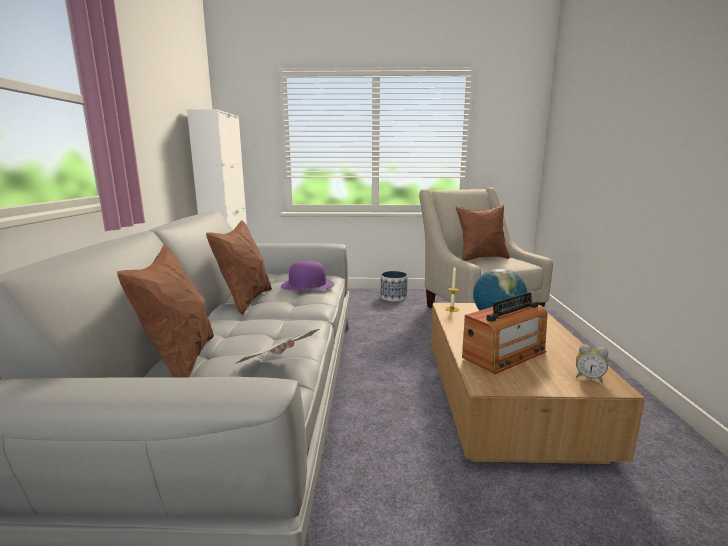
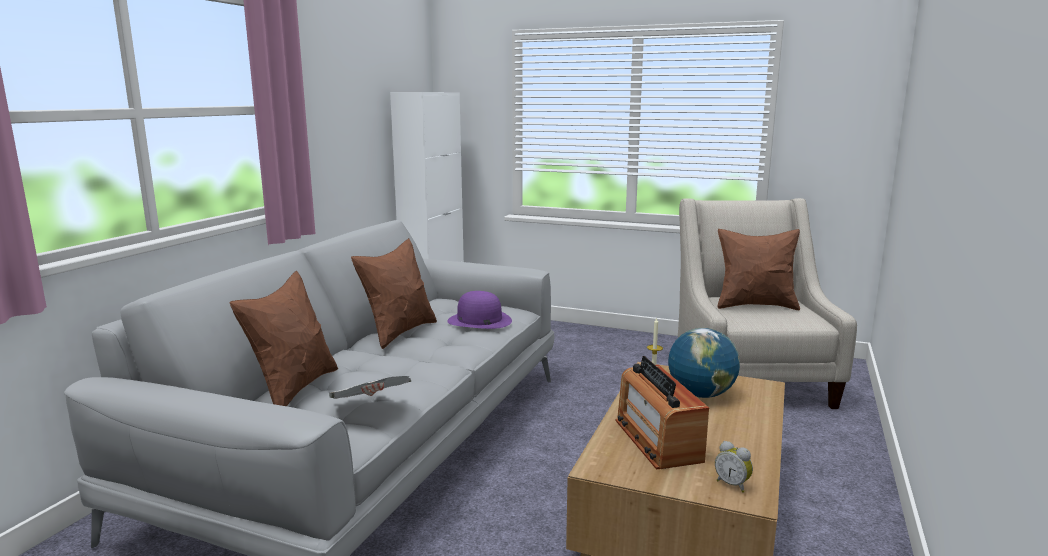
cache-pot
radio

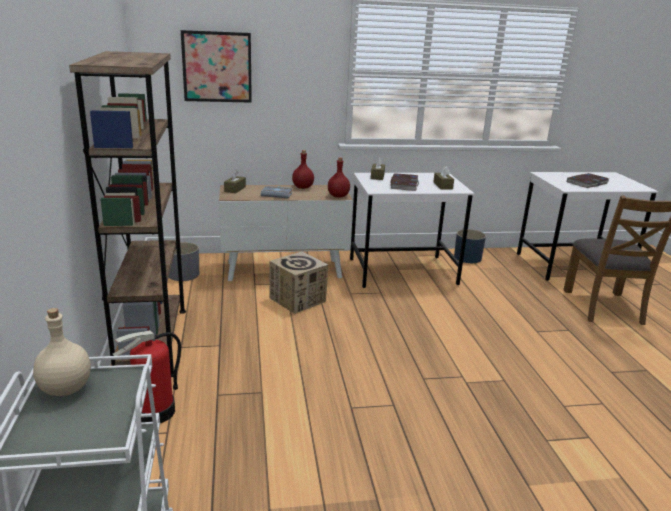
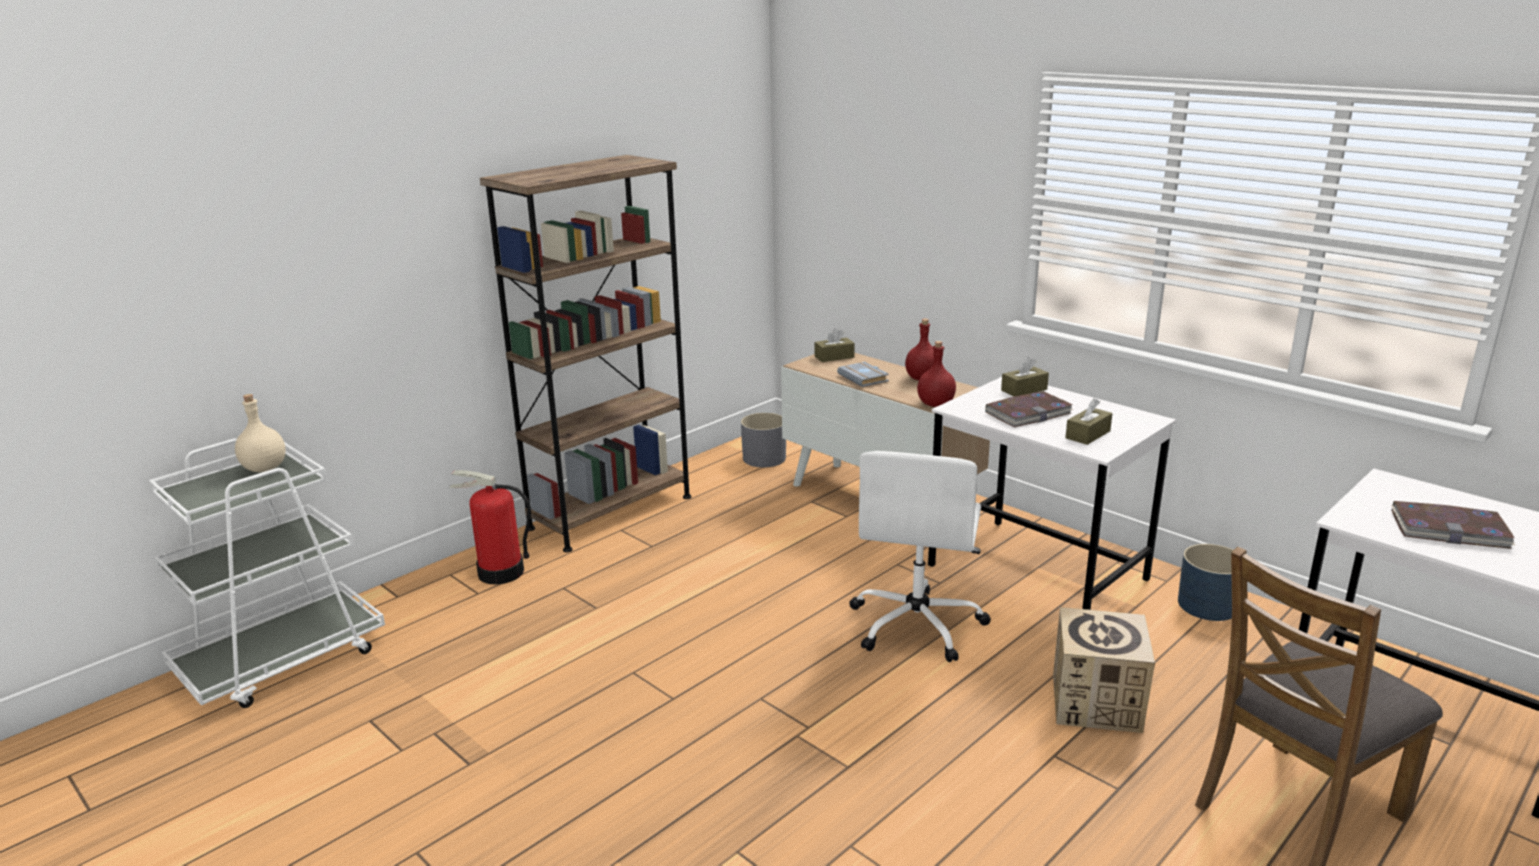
tableau
chaise de bureau/blanc
carton

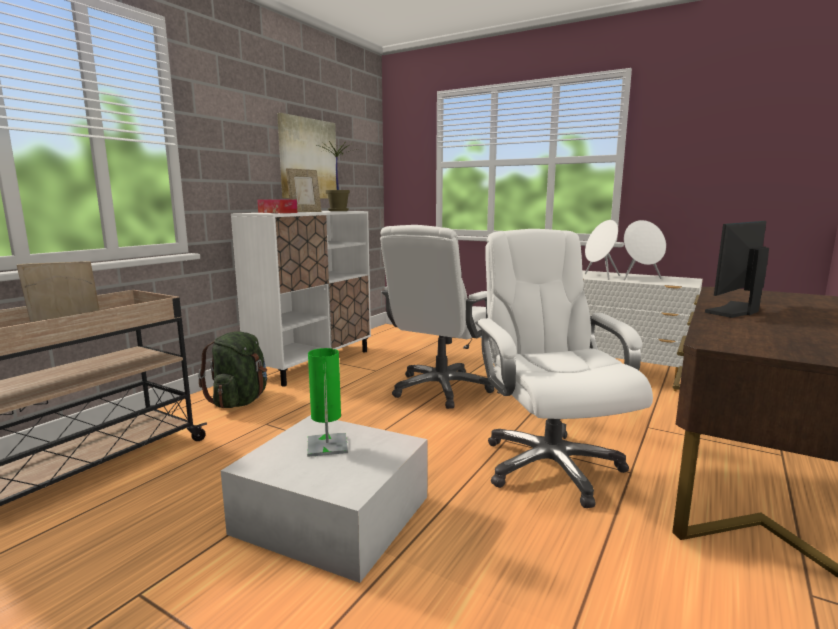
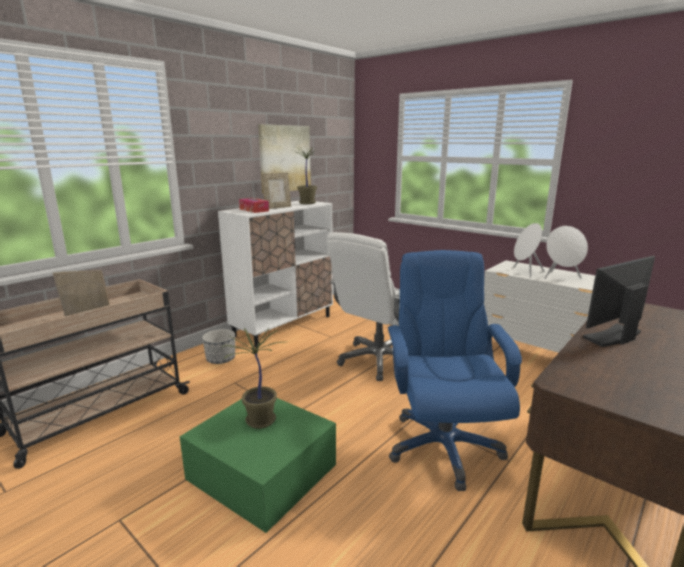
cache-pot
plante en pot (1st from left)
boîte de rangement/vert
chaise de bureau/bleu

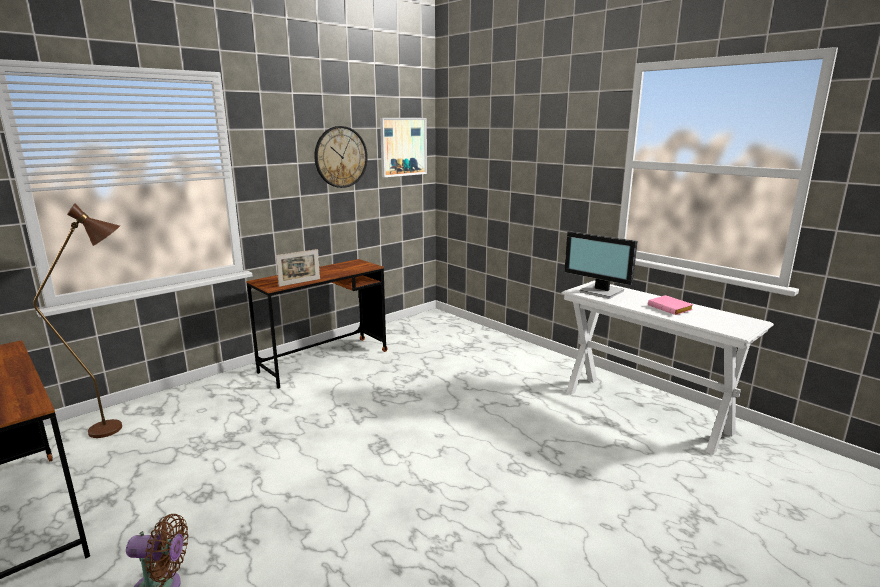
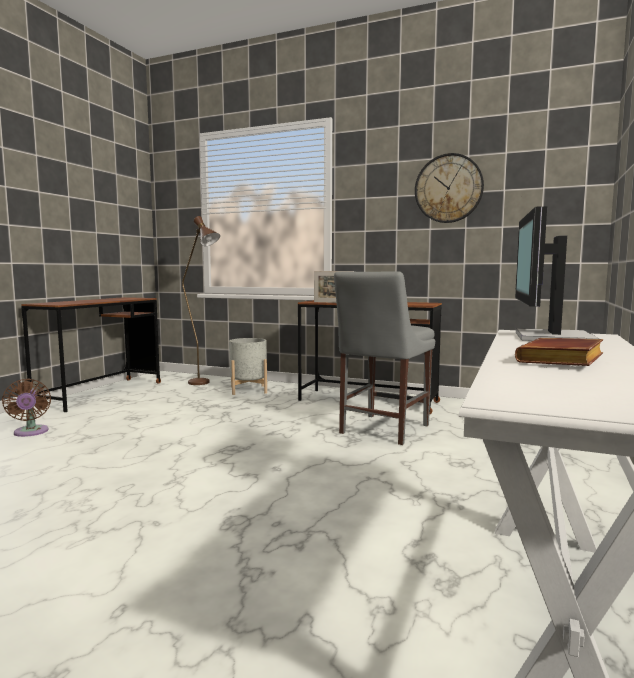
tableau
cache-pot/gris
chaise/gris
livre/marron

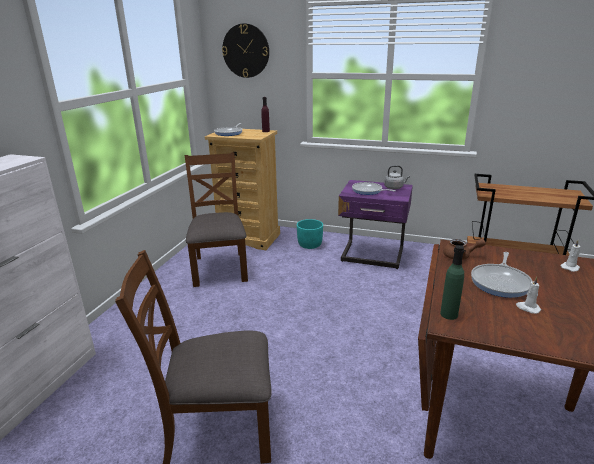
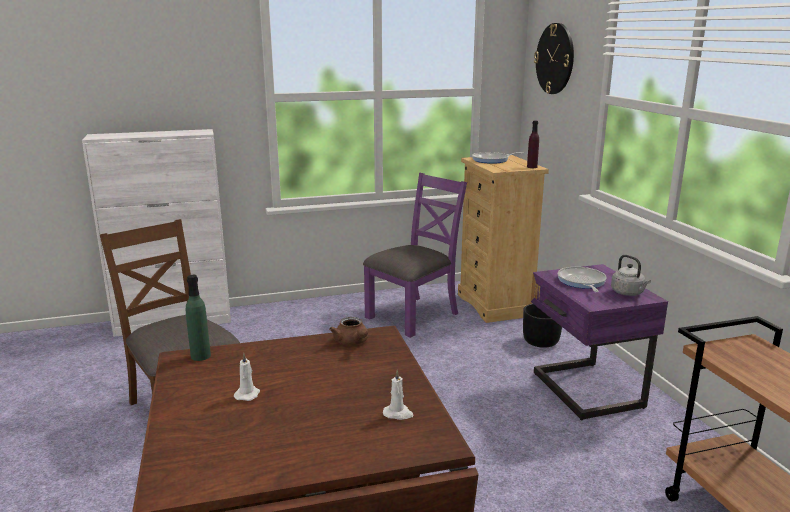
poêle (3rd from left in the first image)
chaise/violet
cache-pot/noir

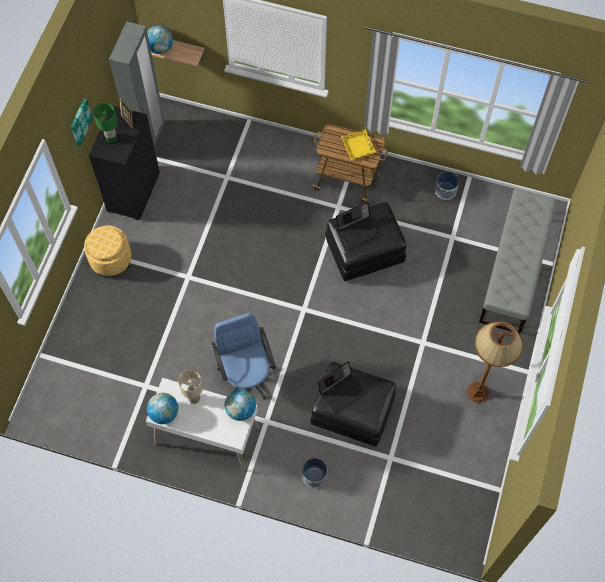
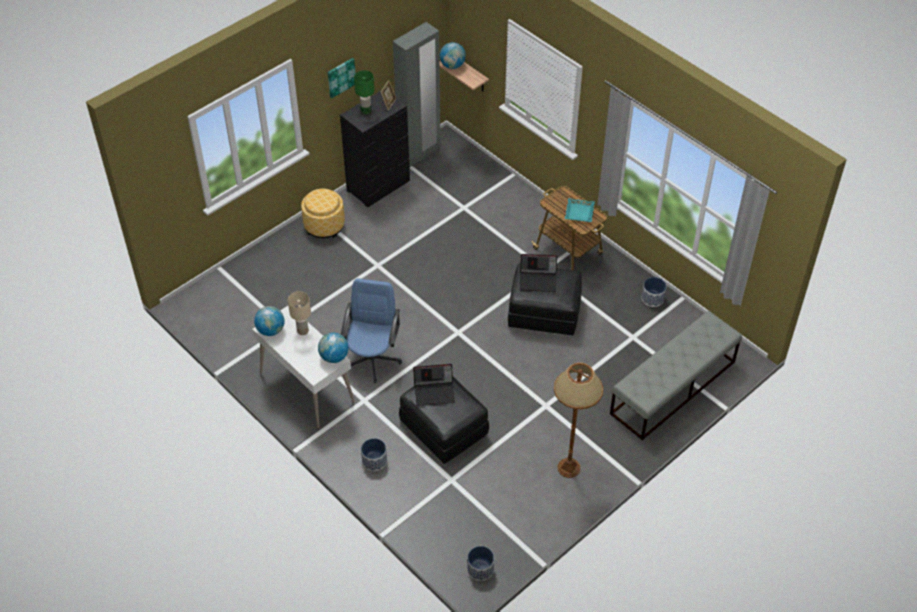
cache-pot (2nd from left)
plateau/turquoise

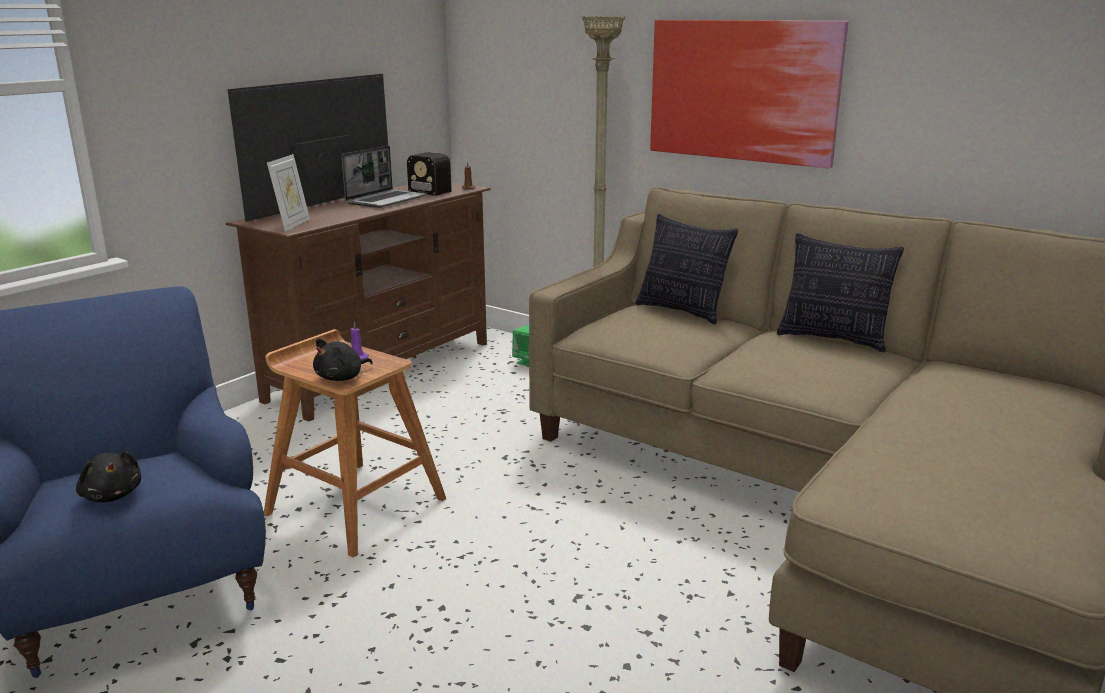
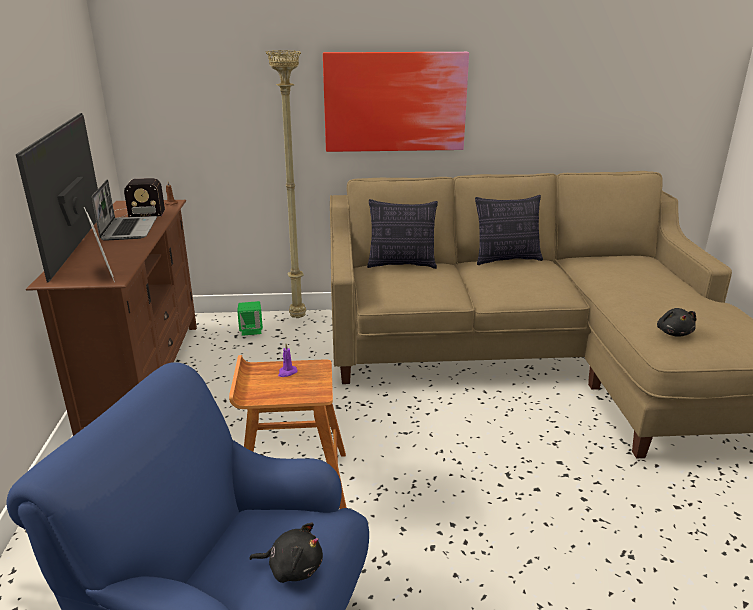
peluche/noir (2nd from left)

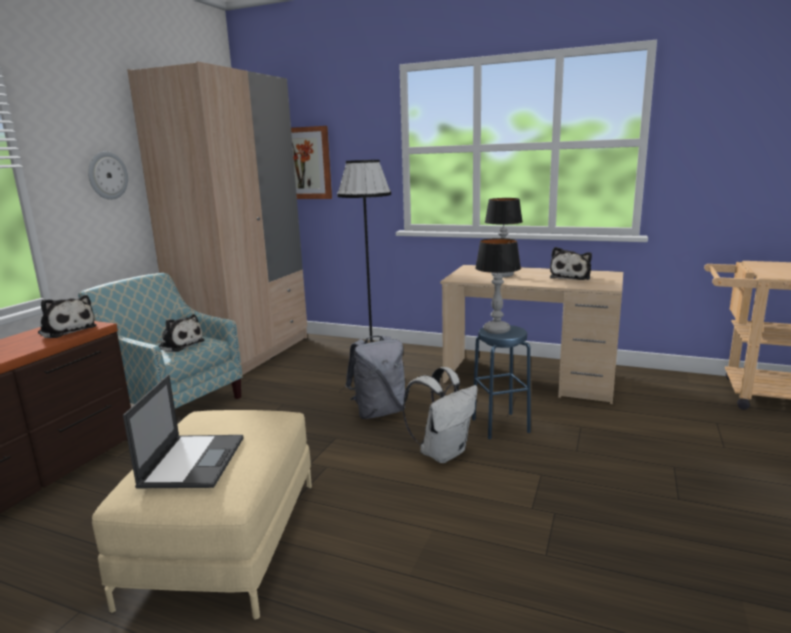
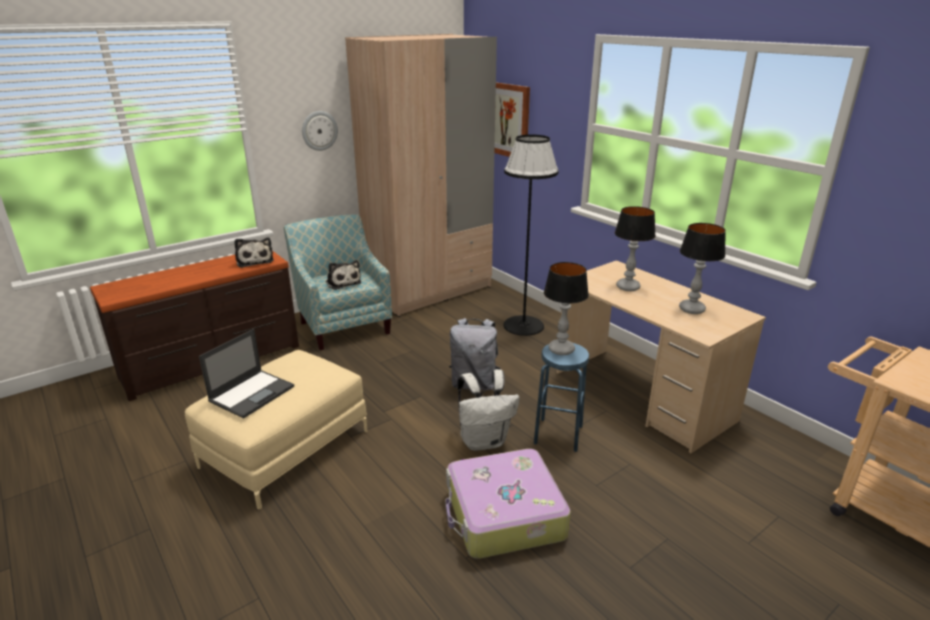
valise
lampe de table (3rd from left)

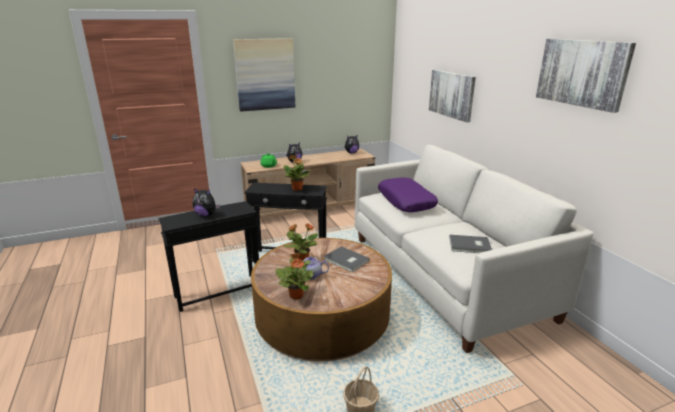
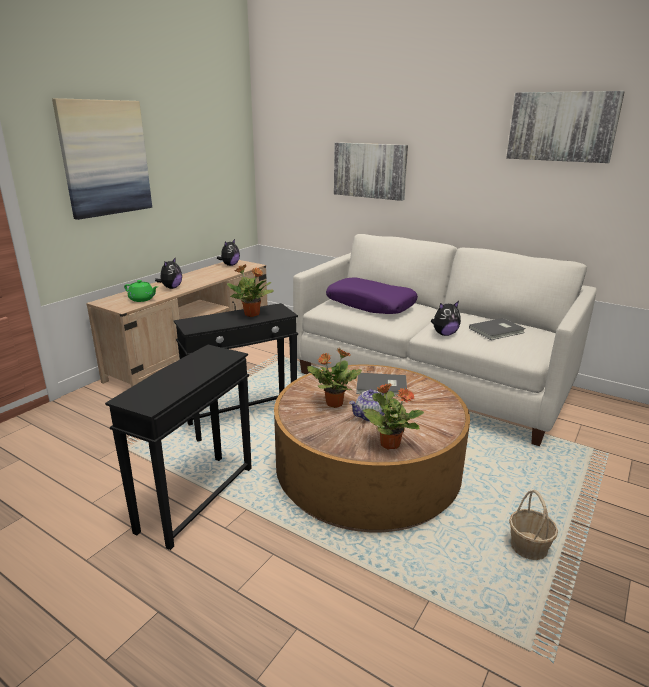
peluche (3rd from left)

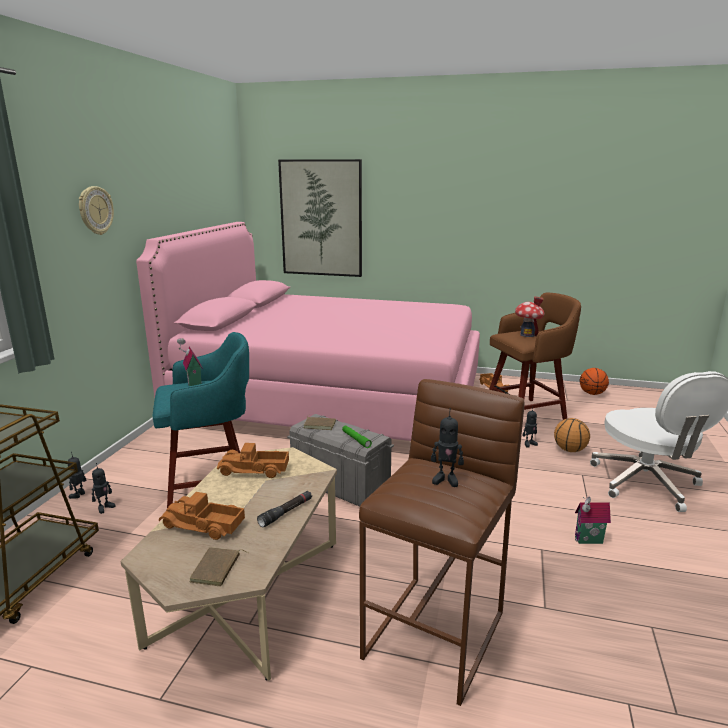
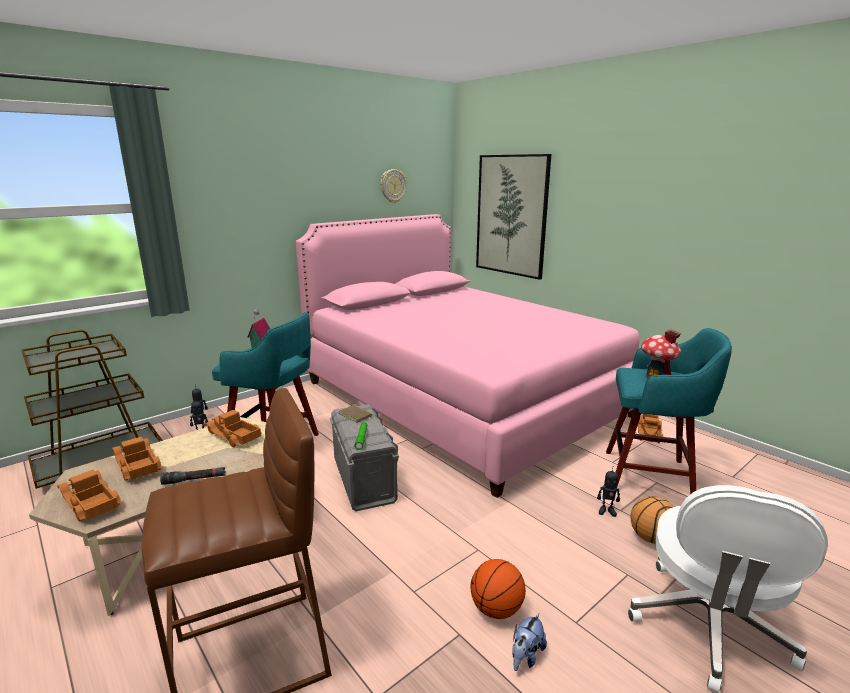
robot jouet (3rd from left in the first image)
horloge murale
ballon de basket (1st from left)
camion jouet (1st from left)
peluche
tabouret/turquoise (2nd from left)

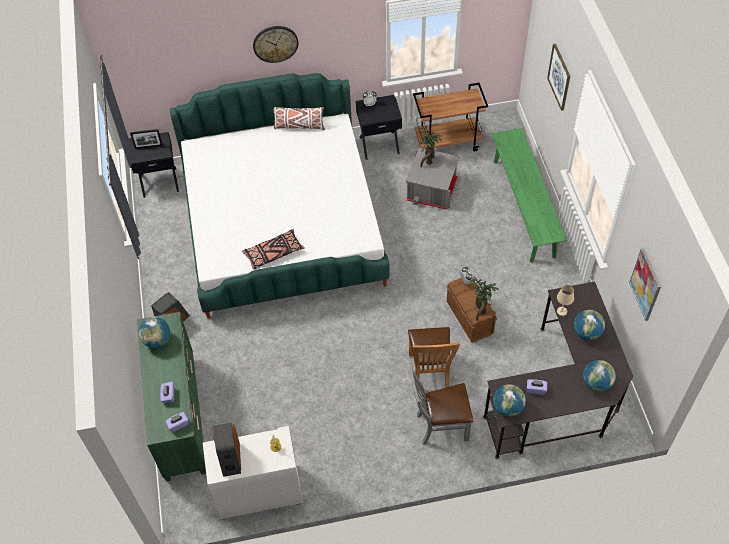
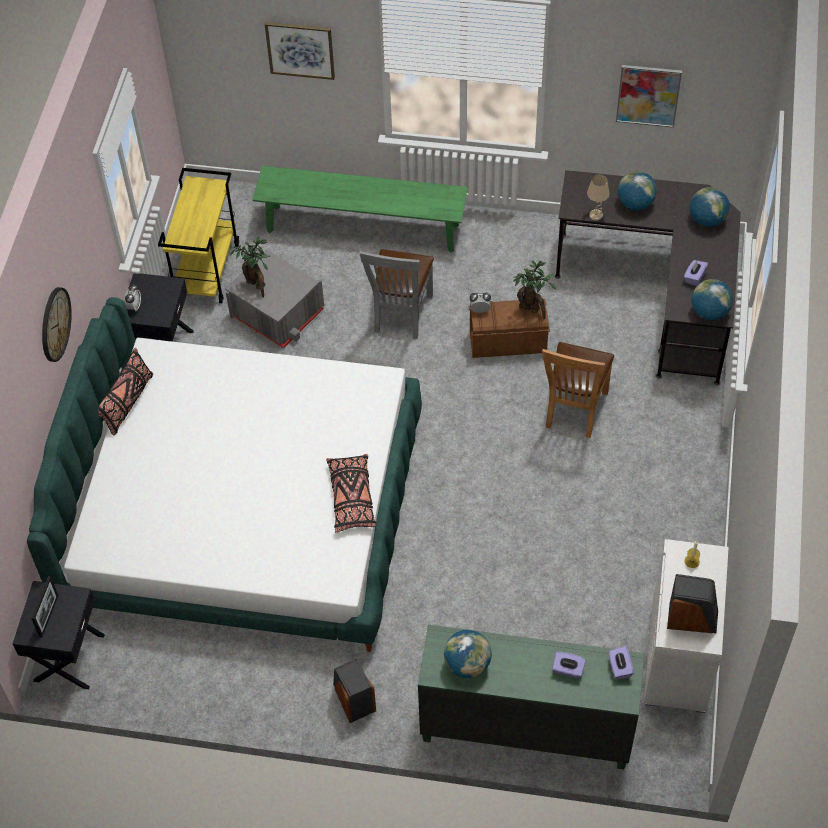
chaise/gris
coussin/noir (1st from left)
chariot/jaune
chaise/marron

